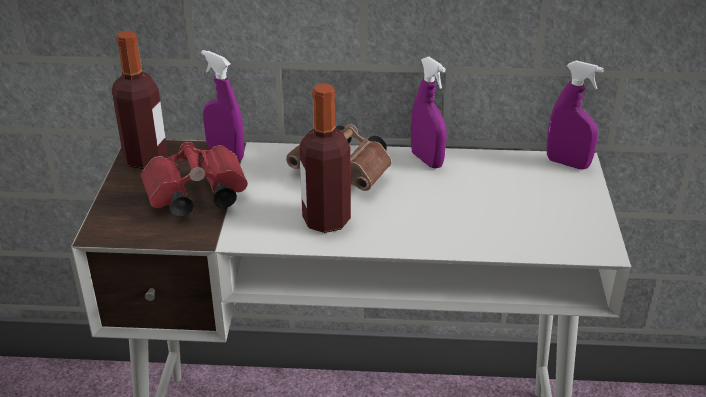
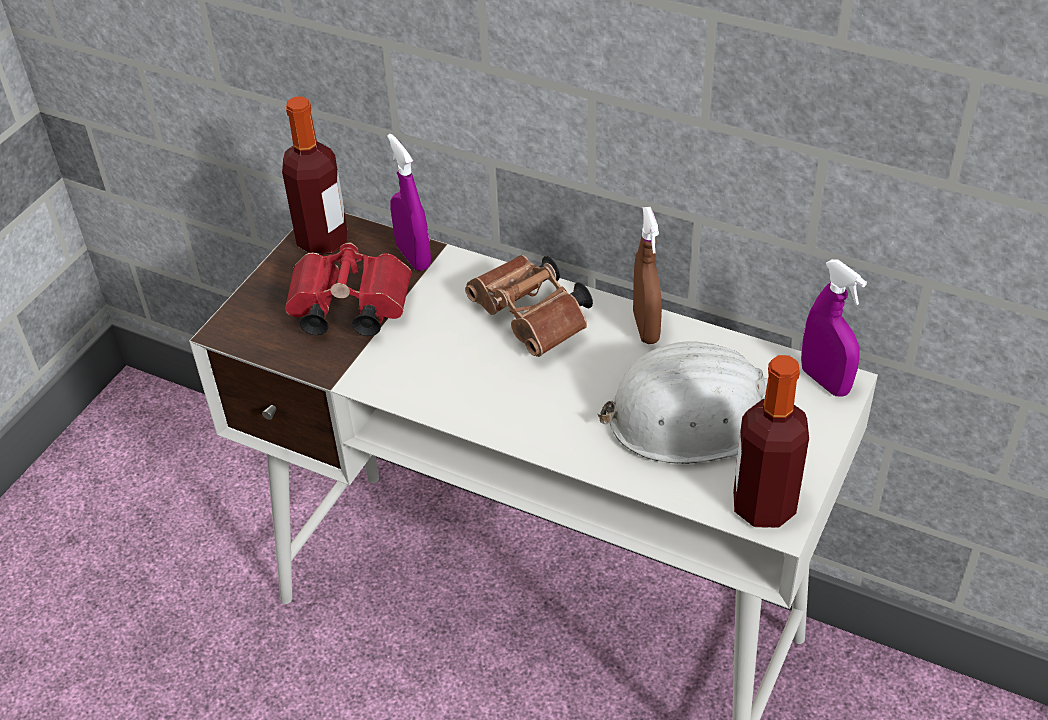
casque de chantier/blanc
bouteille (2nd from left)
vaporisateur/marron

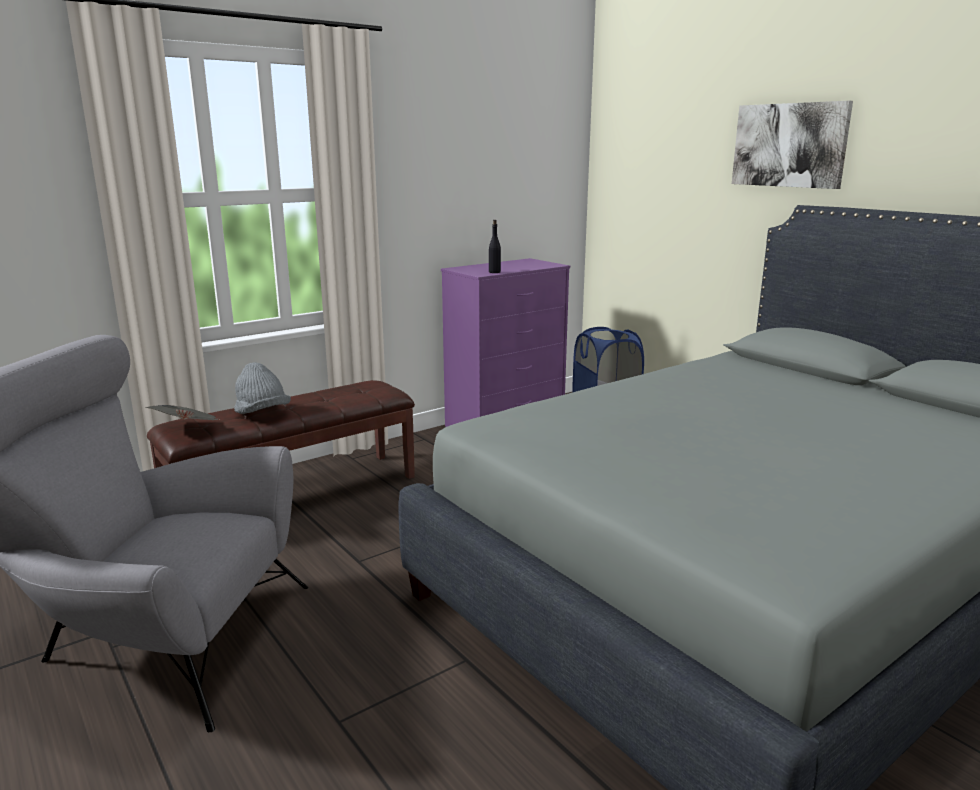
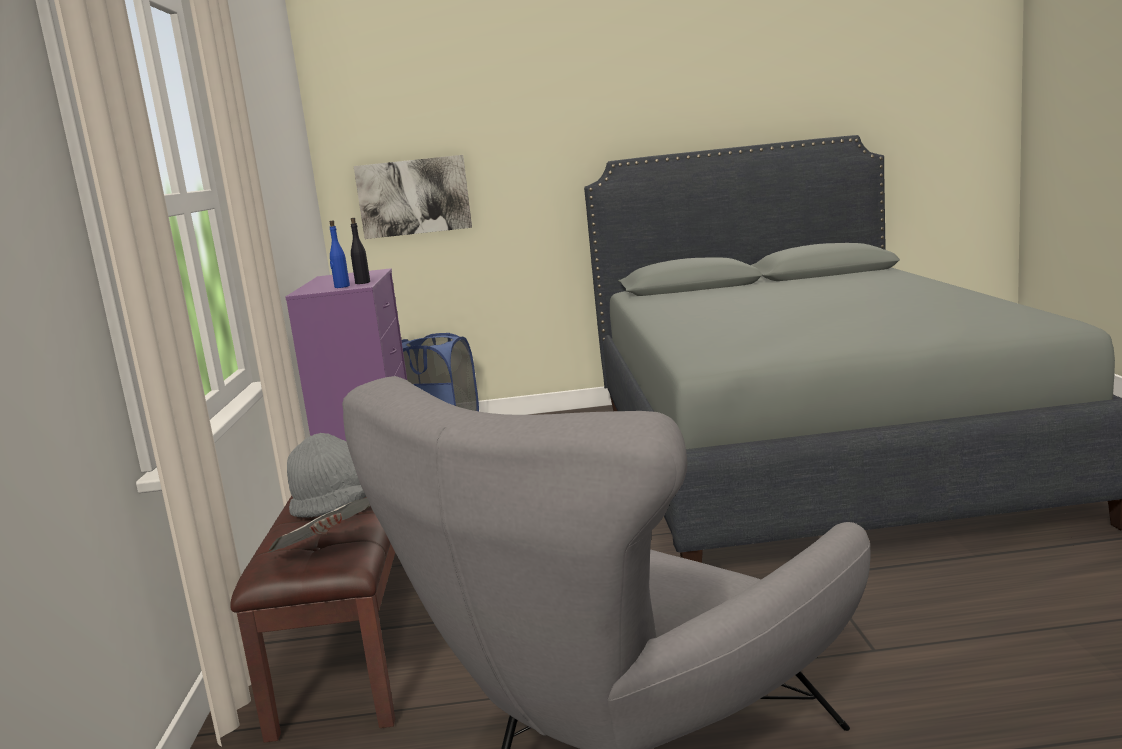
bouteille/bleu
tableau

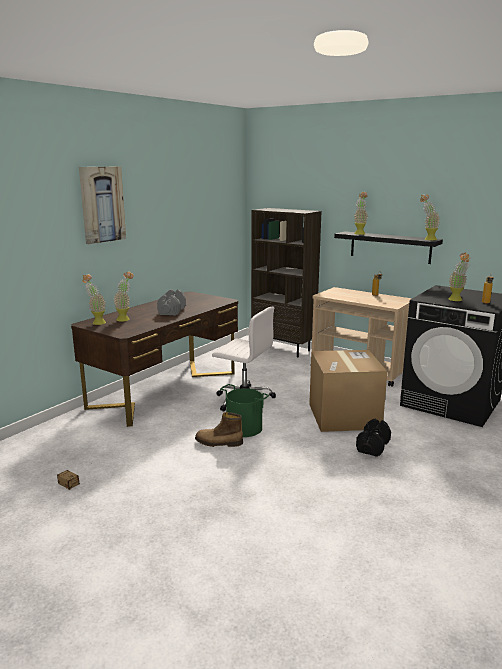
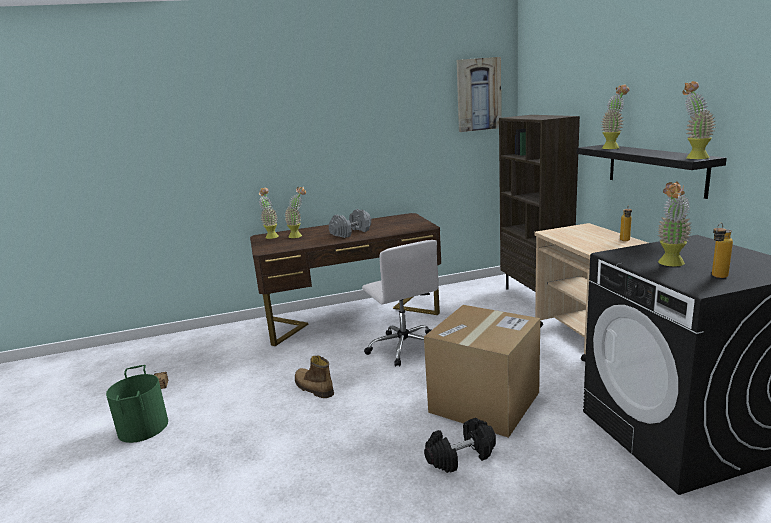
tableau
seau/vert

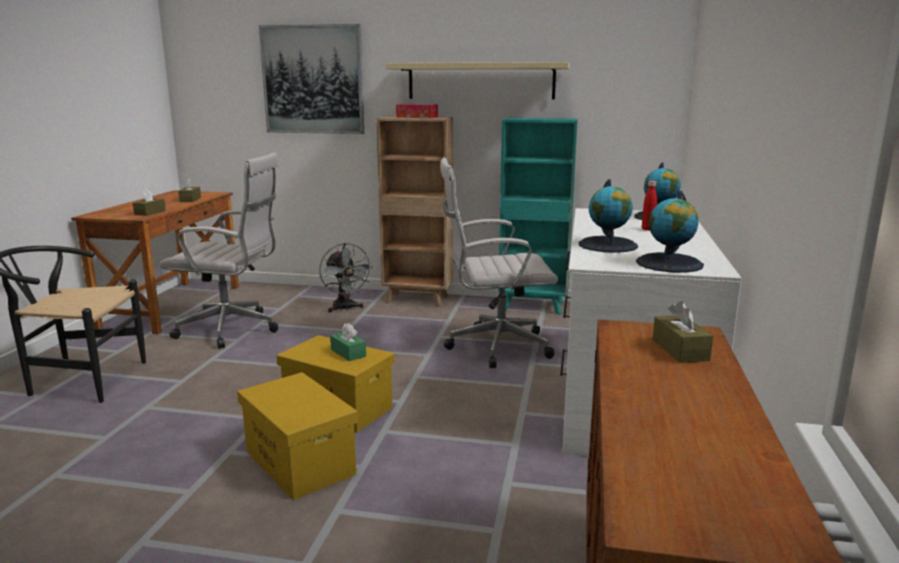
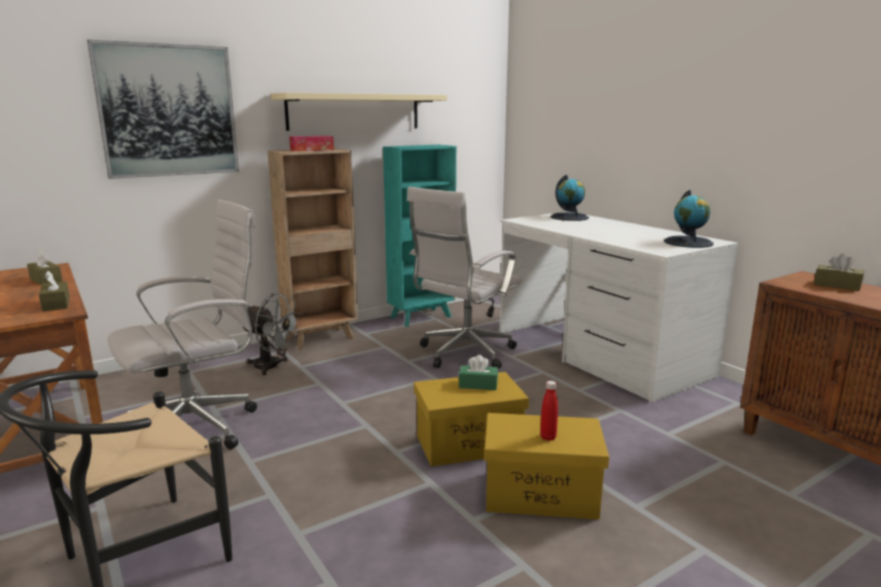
globe (1st from left in the first image)
bouteille/rouge

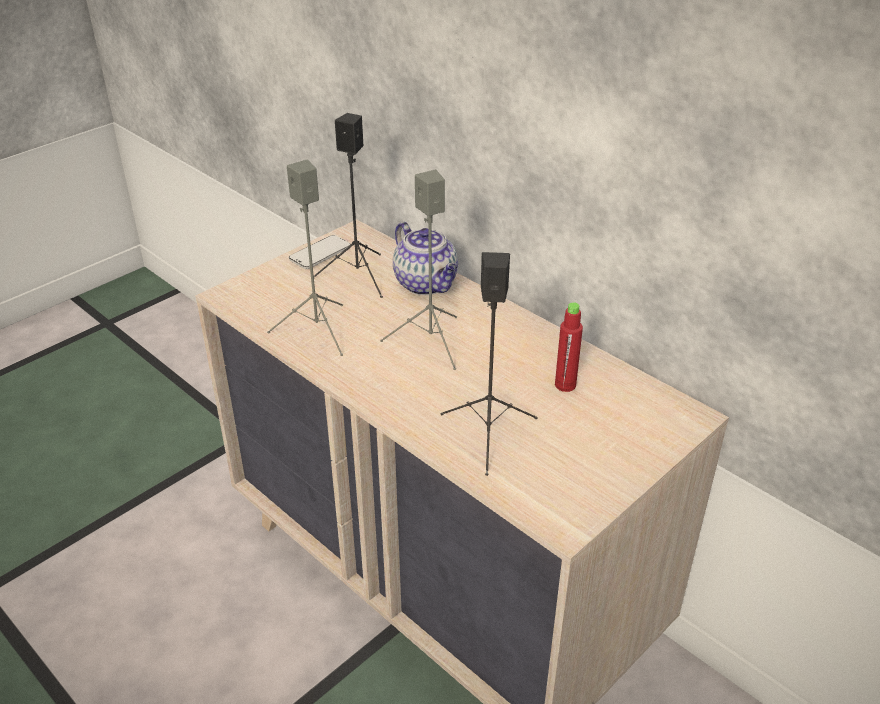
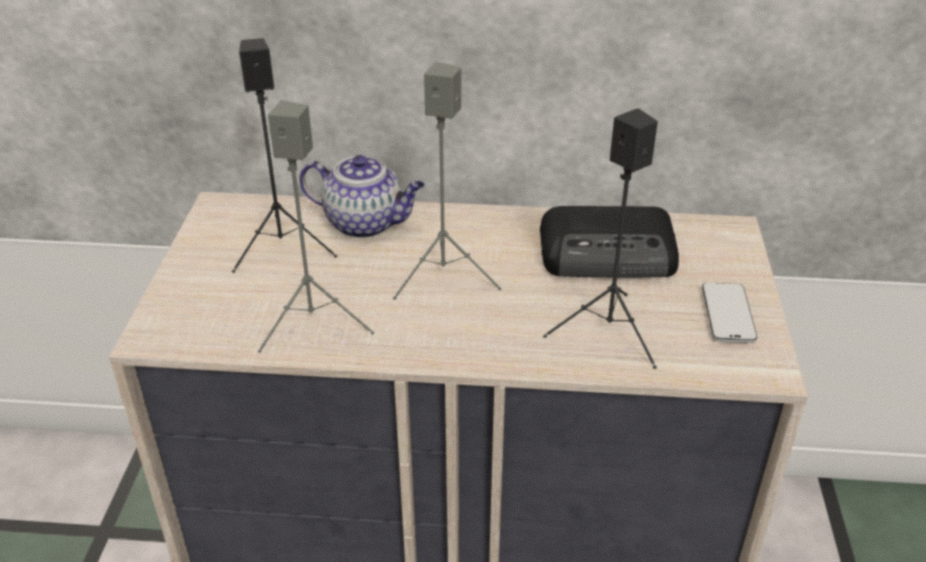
téléphone
radio

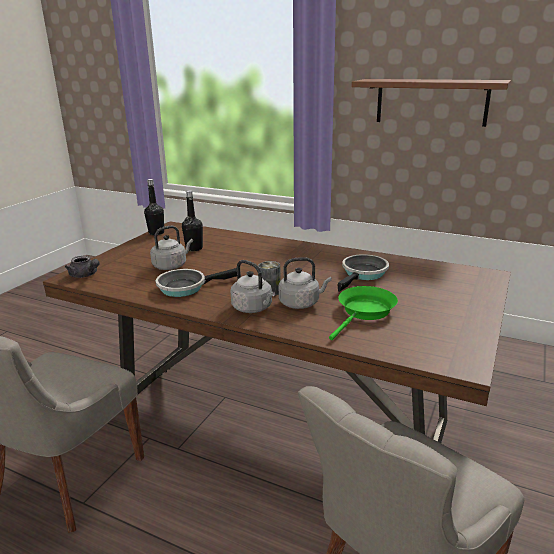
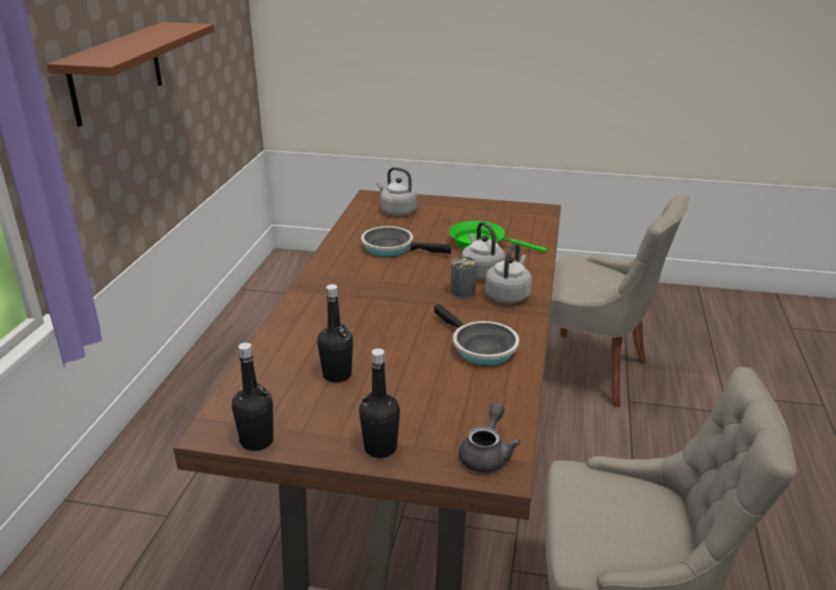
bouteille/noir (3rd from left)
bouilloire/gris (1st from left)

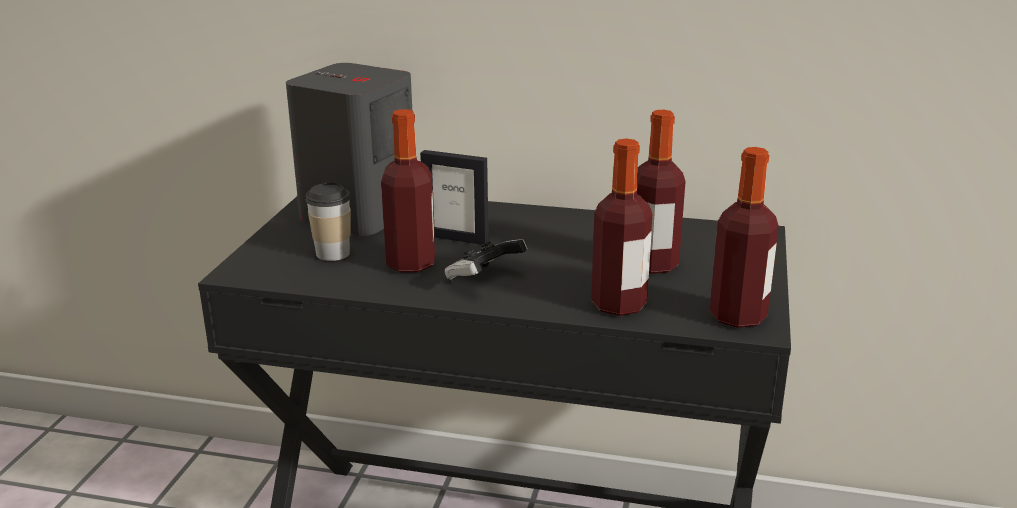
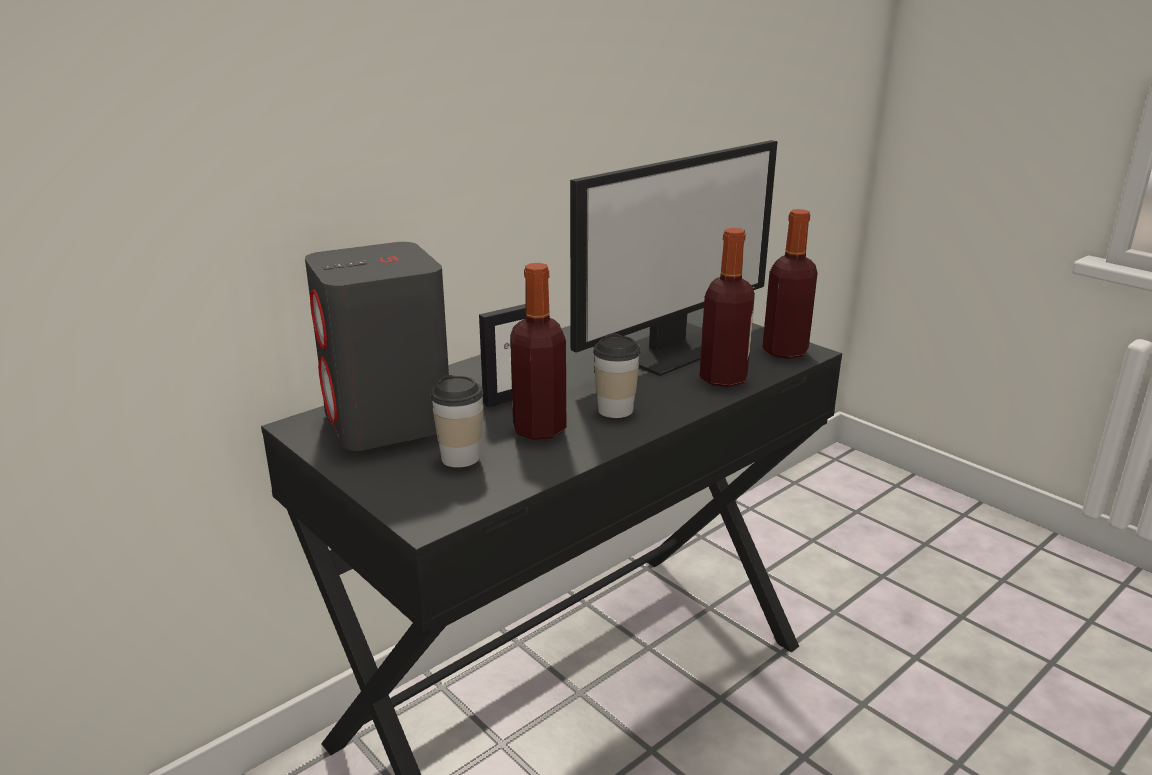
tasse (2nd from left)
écran d'ordinateur

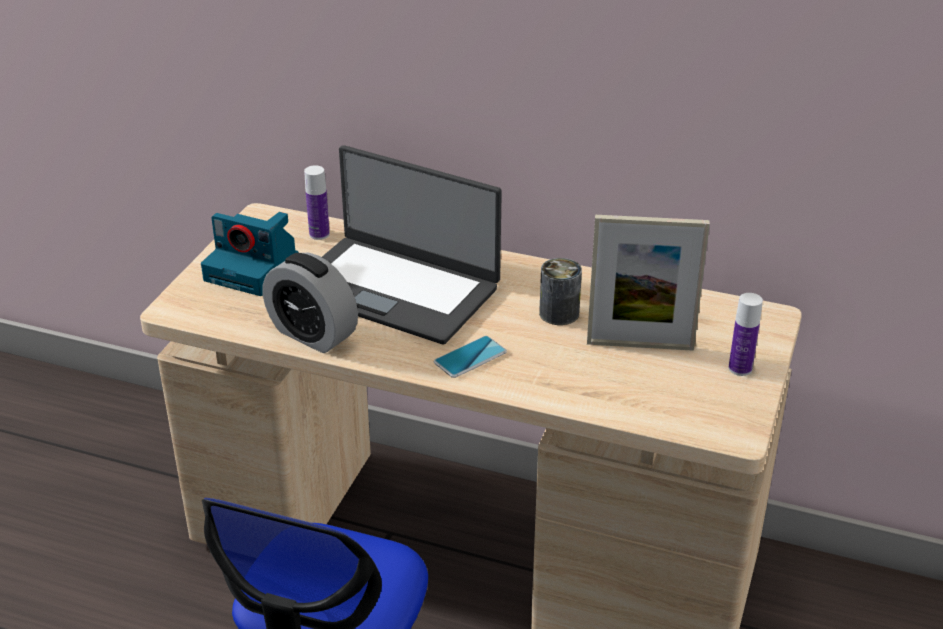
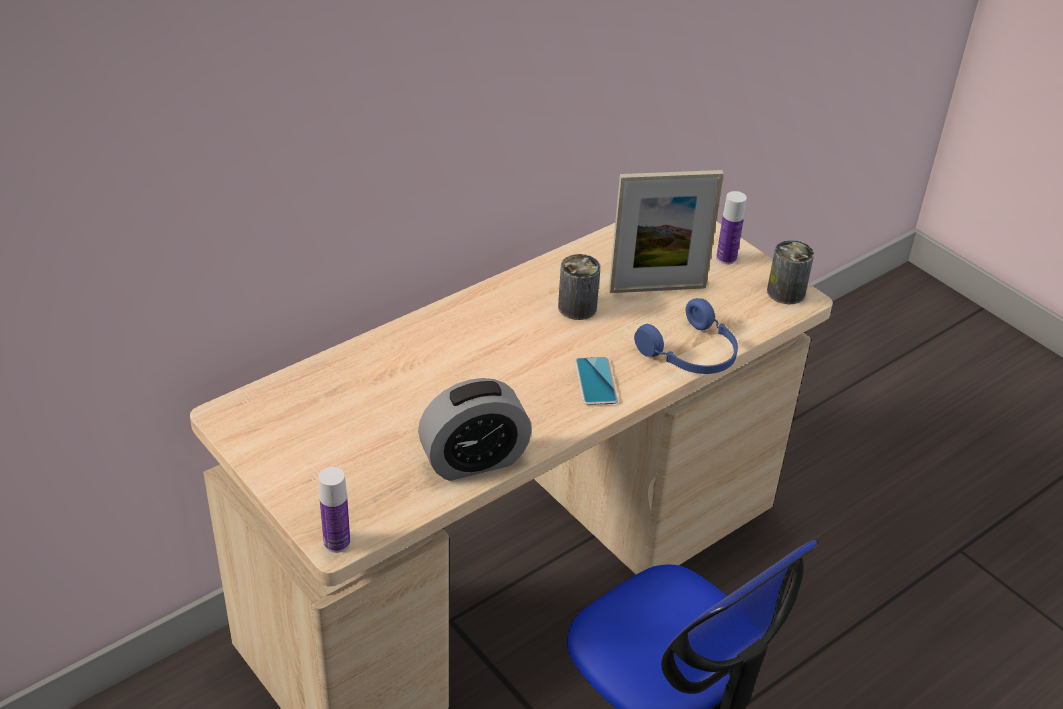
appareil photo
ordinateur portable
casque audio/bleu
boîte métallique (2nd from left)
bouteille (1st from left)
cadre photo

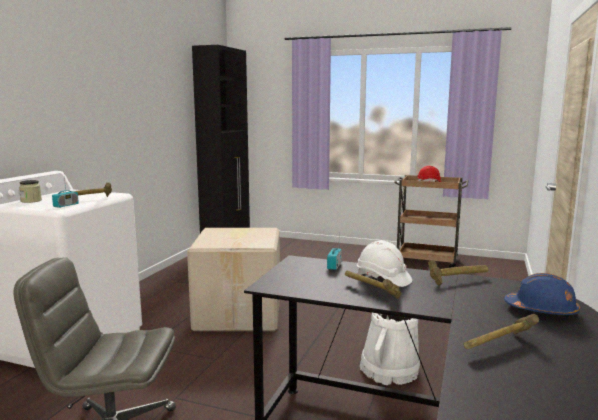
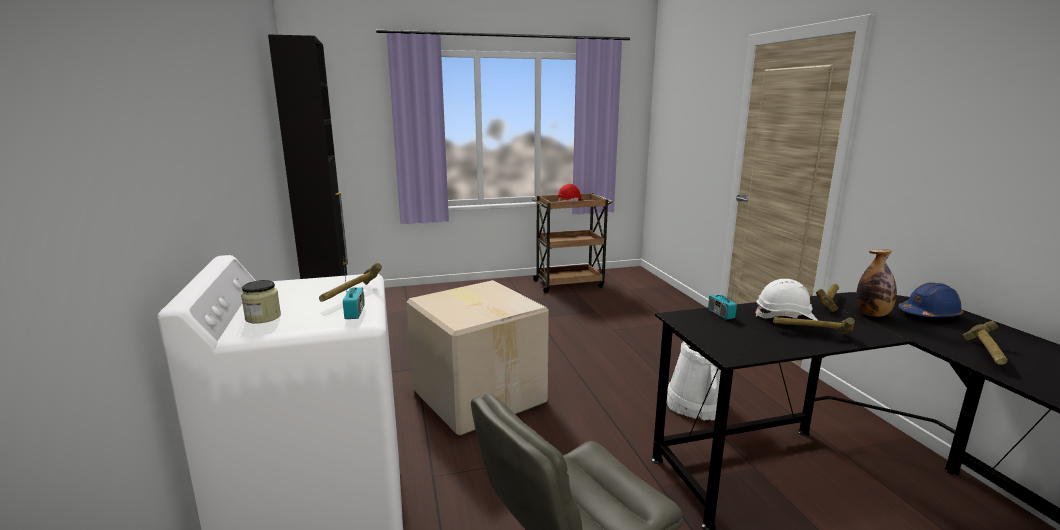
bouteille

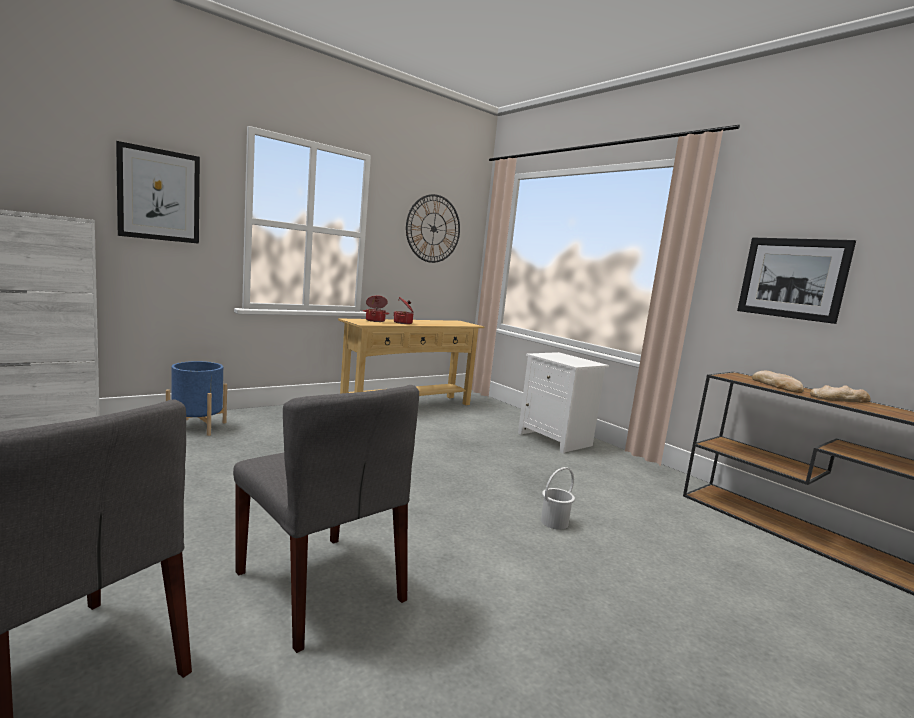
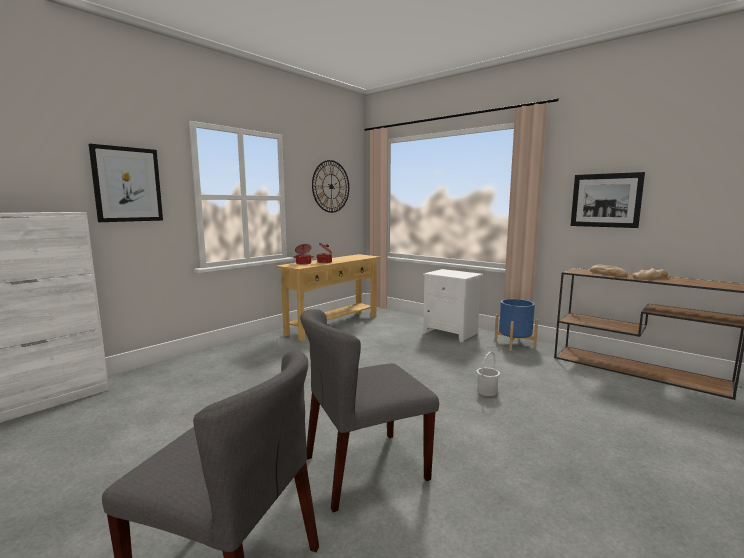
cache-pot/bleu
chaise/gris (2nd from left)

